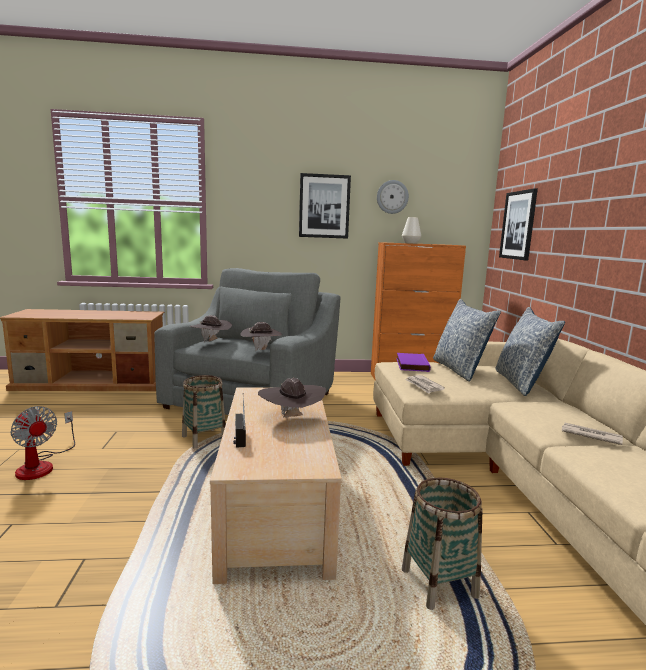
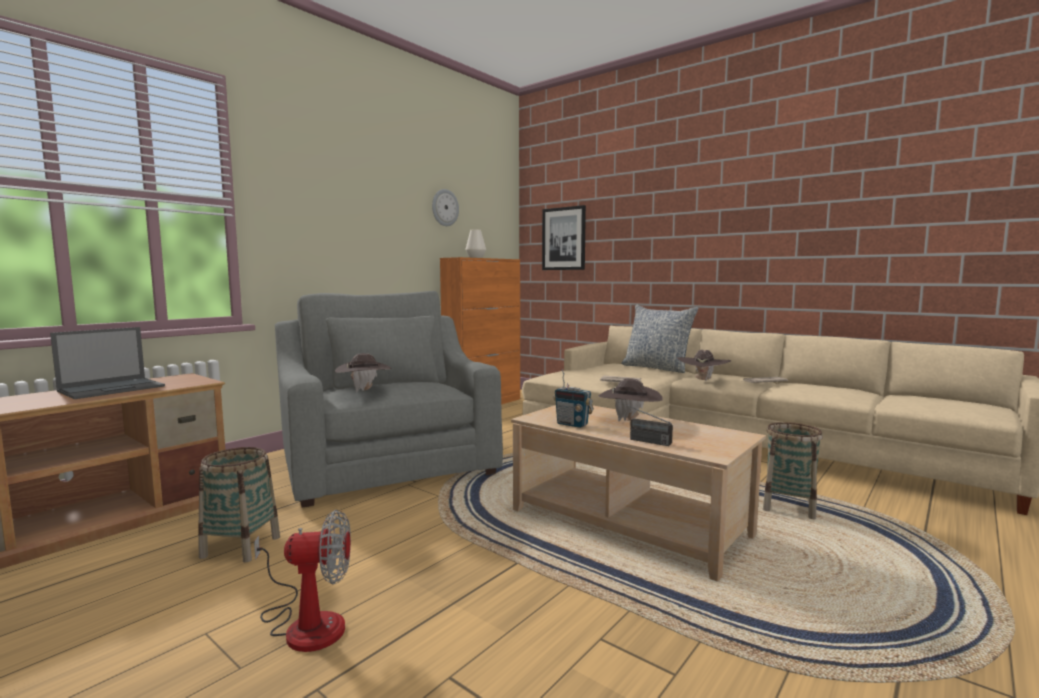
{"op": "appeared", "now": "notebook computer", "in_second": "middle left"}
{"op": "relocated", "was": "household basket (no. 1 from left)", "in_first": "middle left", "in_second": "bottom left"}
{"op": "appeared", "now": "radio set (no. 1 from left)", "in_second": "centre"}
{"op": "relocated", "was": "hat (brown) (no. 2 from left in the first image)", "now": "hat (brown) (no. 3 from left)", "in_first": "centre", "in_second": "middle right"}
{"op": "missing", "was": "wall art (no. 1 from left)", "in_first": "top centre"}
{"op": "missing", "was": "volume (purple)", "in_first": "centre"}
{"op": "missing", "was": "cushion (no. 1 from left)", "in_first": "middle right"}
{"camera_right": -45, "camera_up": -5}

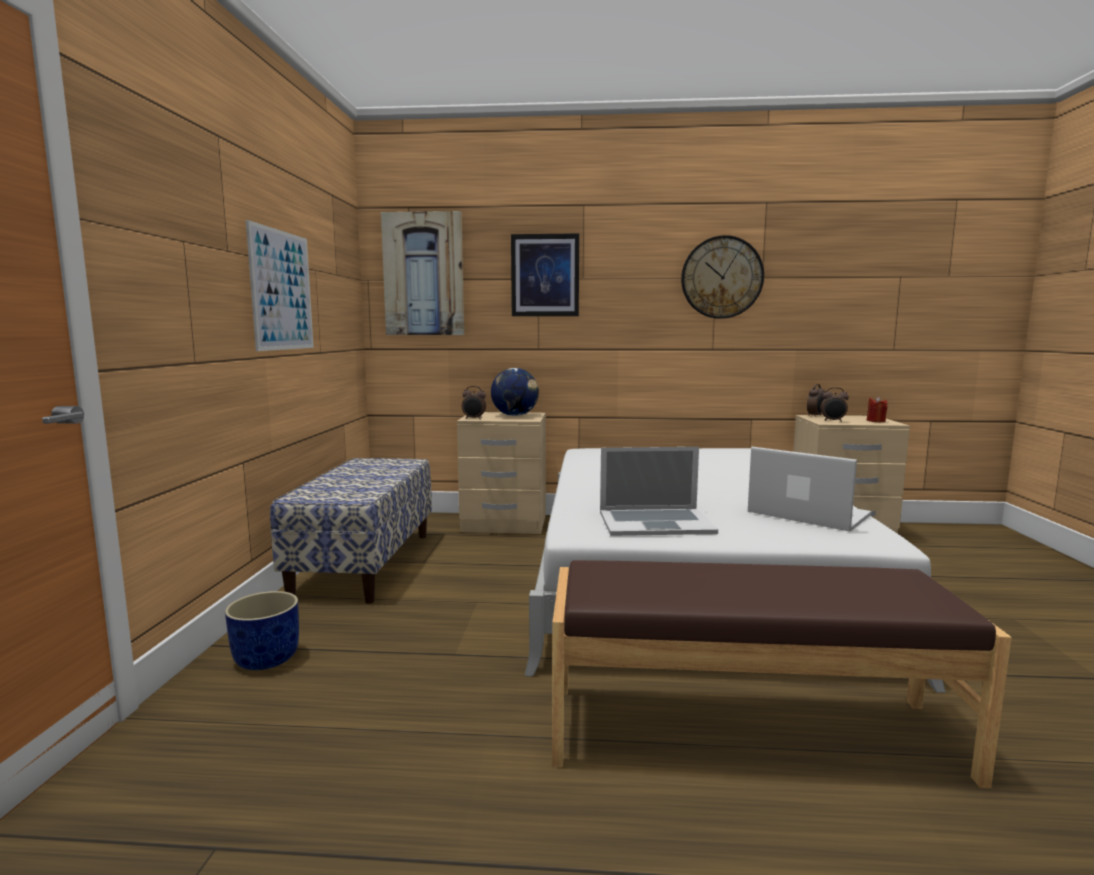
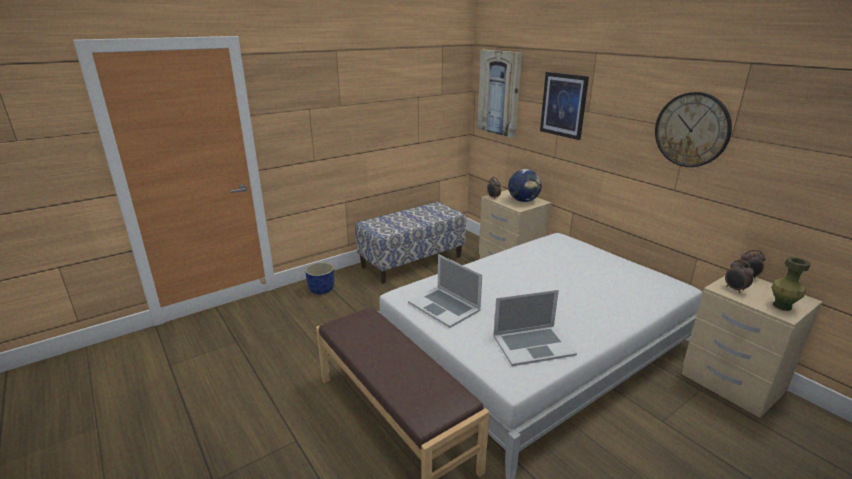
{"op": "spun", "was": "notebook computer (no. 2 from left)", "in_first": "middle right", "in_second": "bottom centre", "clockwise": 75}
{"op": "exchanged", "was": "candle (red)", "now": "vase (green-coloured)", "in_first": "middle right", "in_second": "middle right"}
{"op": "missing", "was": "wall art (no. 1 from left)", "in_first": "top left"}
{"camera_right": 50, "camera_up": 15}

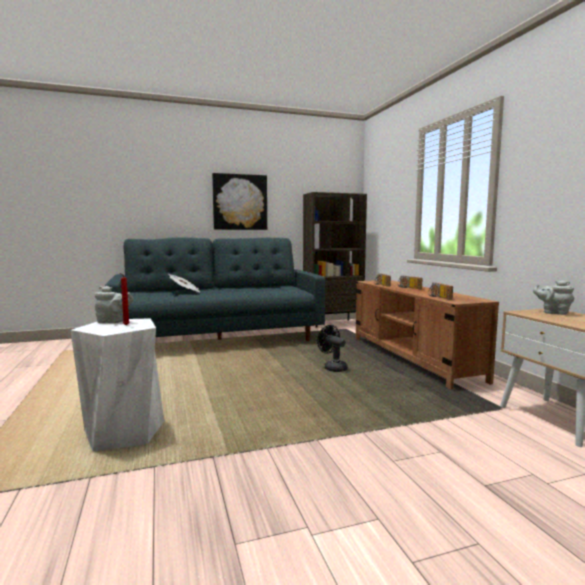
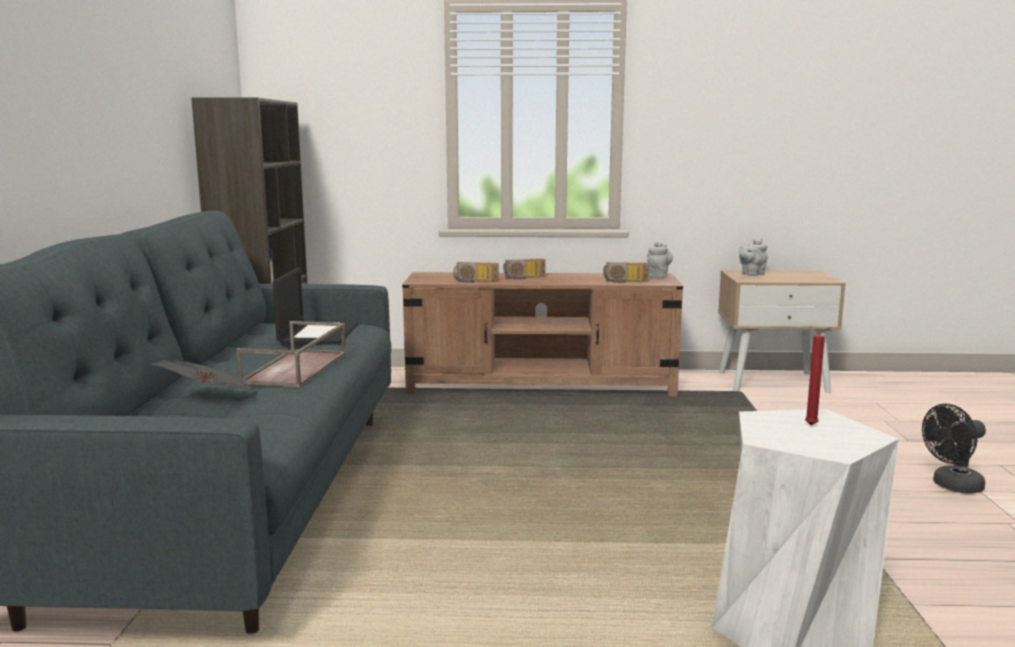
{"op": "appeared", "now": "serving tray (brown)", "in_second": "middle left"}
{"op": "appeared", "now": "notebook computer", "in_second": "middle left"}
{"op": "relocated", "was": "pot for tea (greyish) (no. 1 from left)", "in_first": "middle left", "in_second": "centre"}
{"op": "relocated", "was": "cooling fan (black)", "in_first": "centre", "in_second": "bottom right"}
{"op": "missing", "was": "wall art", "in_first": "centre"}
{"camera_right": -70, "camera_up": 5}

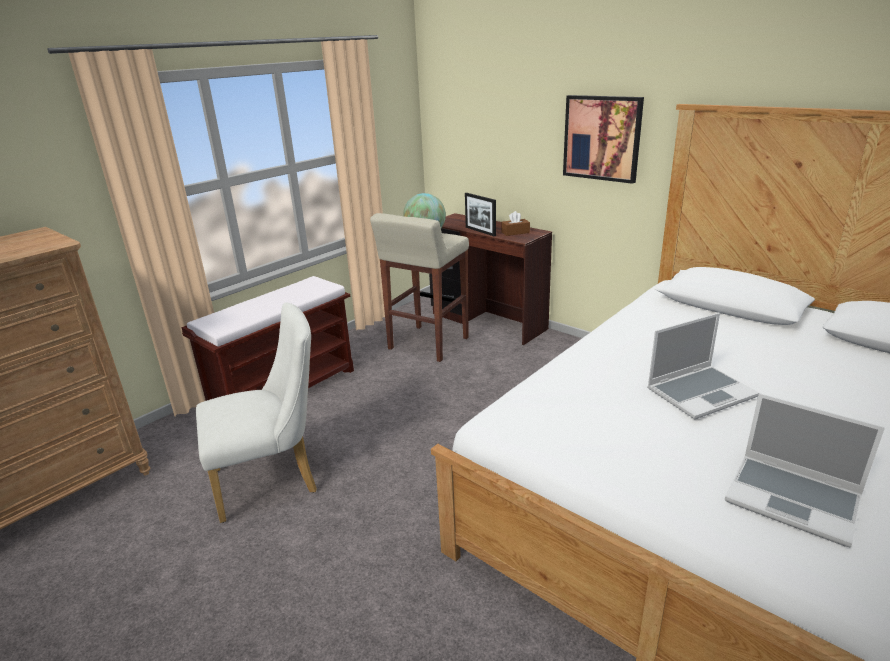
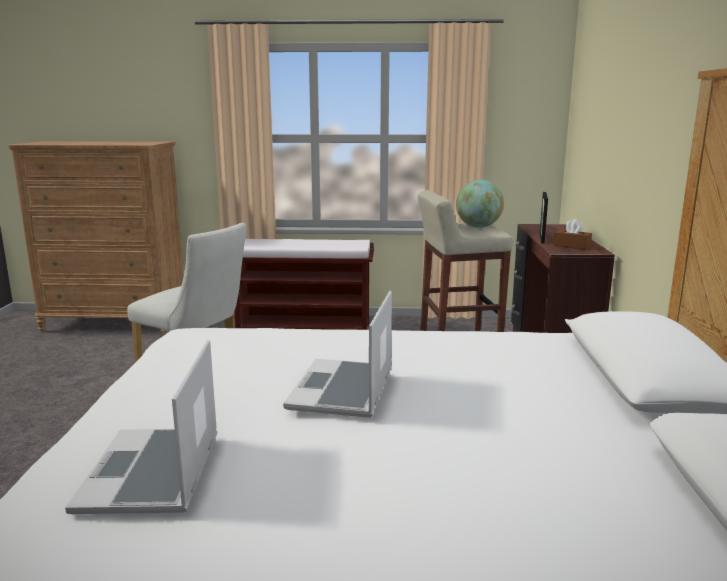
{"op": "spun", "was": "notebook computer (no. 1 from left in the first image)", "in_first": "middle right", "in_second": "centre", "clockwise": 75}
{"op": "missing", "was": "wall art", "in_first": "top right"}
{"camera_right": 50, "camera_up": -10}

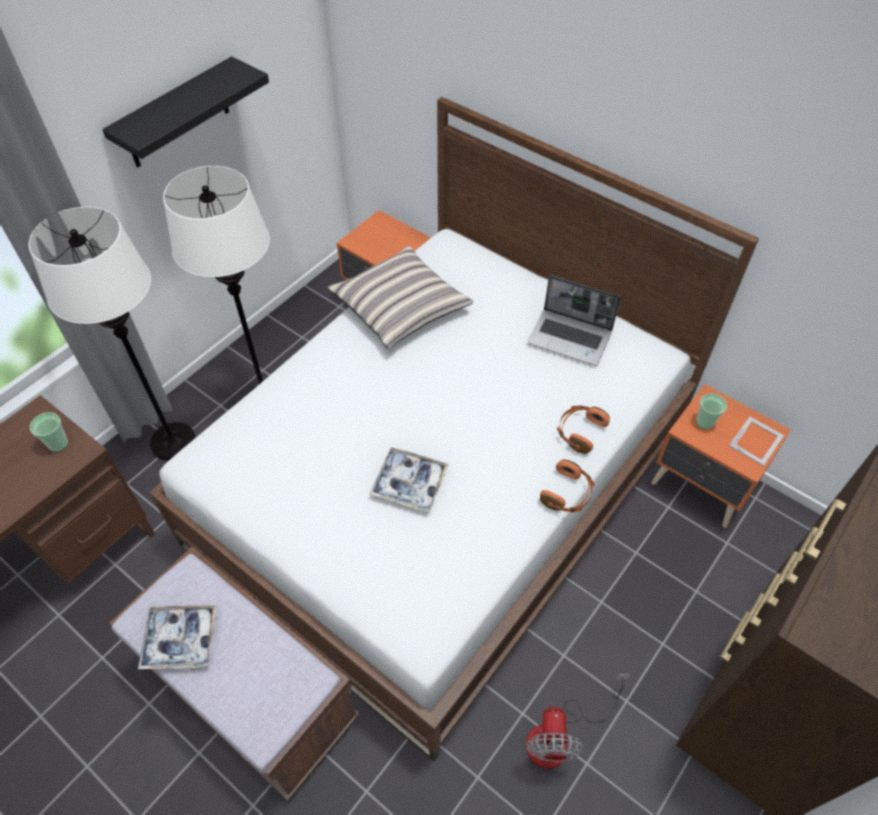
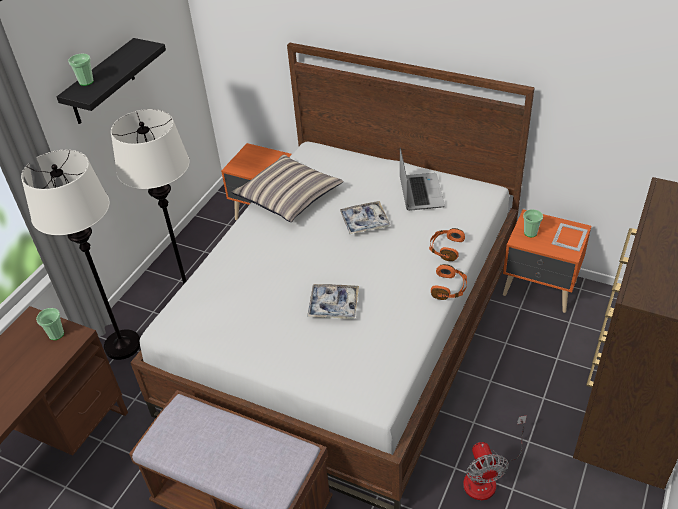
{"op": "appeared", "now": "cup (no. 2 from left)", "in_second": "top left"}
{"op": "relocated", "was": "serving tray (no. 1 from left in the first image)", "now": "serving tray (no. 2 from left)", "in_first": "bottom left", "in_second": "centre"}
{"op": "spun", "was": "notebook computer", "in_first": "centre", "in_second": "centre", "clockwise": -105}
{"camera_right": -10, "camera_up": -10}

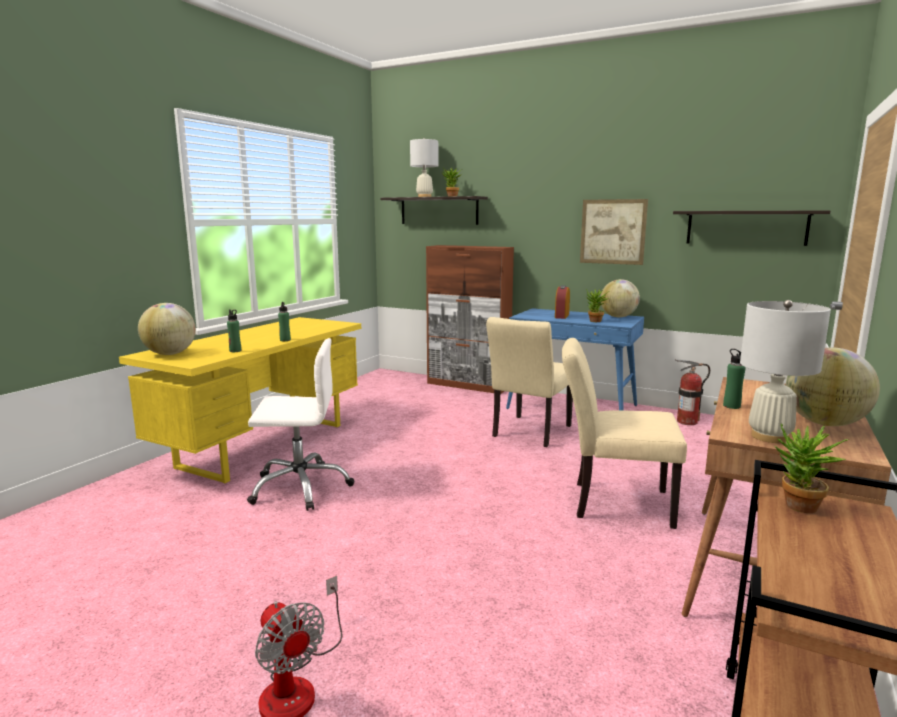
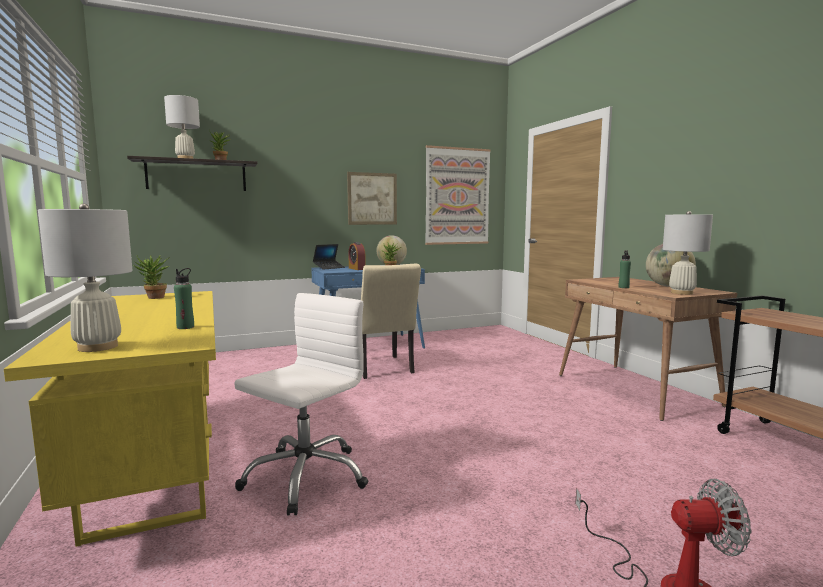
{"op": "exchanged", "was": "world globe (no. 1 from left)", "now": "table lamp (white) (no. 1 from left)", "in_first": "middle left", "in_second": "middle left"}
{"op": "relocated", "was": "potted plant (no. 3 from left in the first image)", "now": "potted plant (no. 1 from left)", "in_first": "middle right", "in_second": "middle left"}
{"op": "appeared", "now": "notebook computer", "in_second": "centre"}
{"op": "exchanged", "was": "wall shelf (no. 2 from left)", "now": "wall art (no. 2 from left)", "in_first": "top right", "in_second": "top centre"}
{"op": "missing", "was": "beverage bottle (green-coloured) (no. 2 from left)", "in_first": "middle left"}
{"op": "missing", "was": "cabinet (brown)", "in_first": "centre"}
{"op": "missing", "was": "plain chair (sand-coloured) (no. 2 from left)", "in_first": "middle right"}
{"op": "missing", "was": "fire extinguisher", "in_first": "middle right"}
{"camera_right": -50, "camera_up": -5}

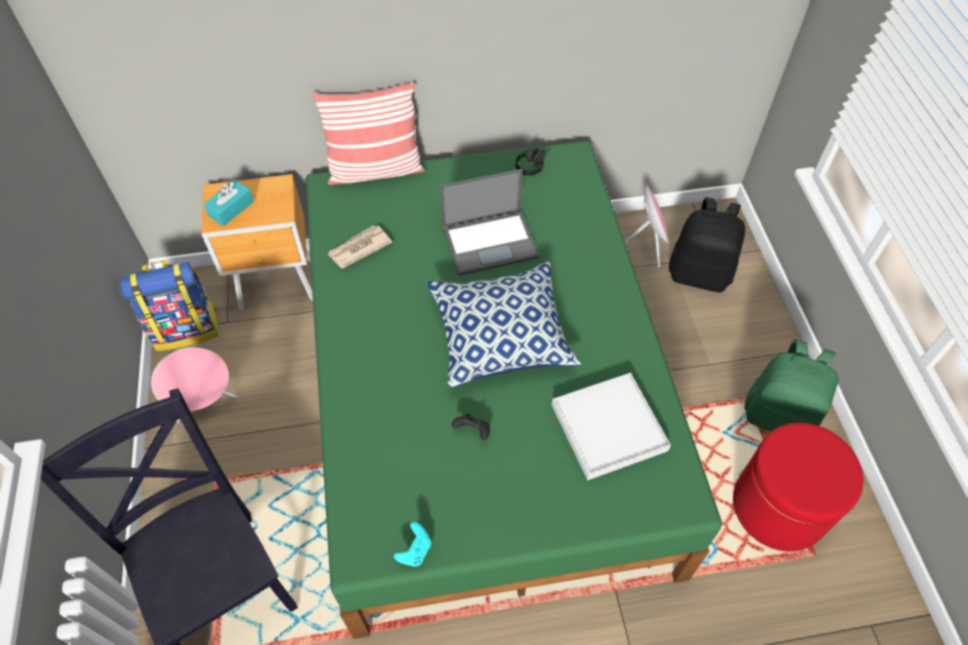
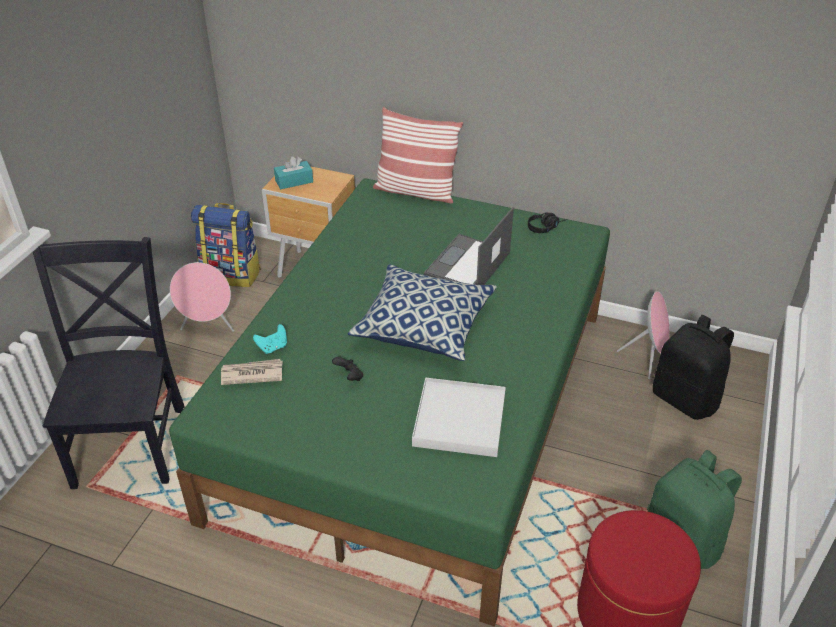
{"op": "relocated", "was": "newspaper", "in_first": "centre", "in_second": "middle left"}
{"op": "relocated", "was": "gamepad (turquoise)", "in_first": "bottom centre", "in_second": "middle left"}
{"op": "spun", "was": "notebook computer", "in_first": "centre", "in_second": "centre", "clockwise": 105}
{"camera_right": 30, "camera_up": -15}

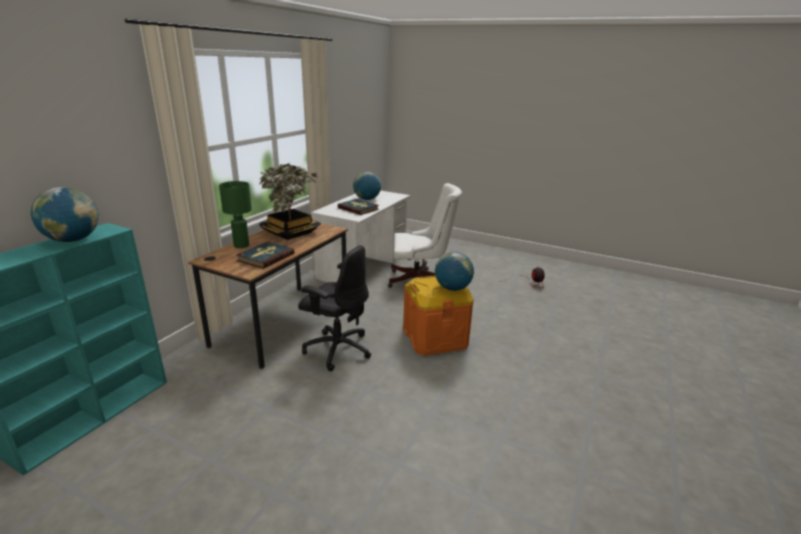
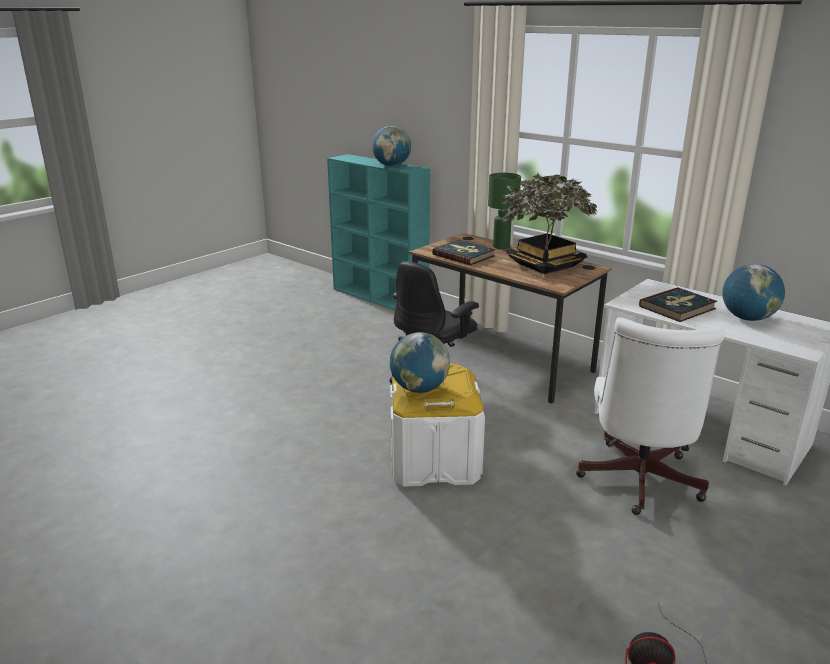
{"op": "colour", "was": "storage container (orange)", "now": "storage container (white)", "in_first": "centre", "in_second": "centre"}
{"camera_right": 105, "camera_up": 0}

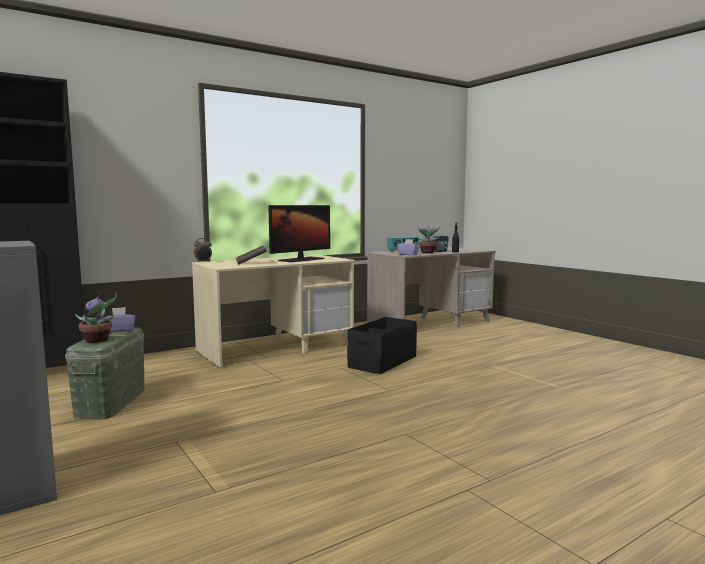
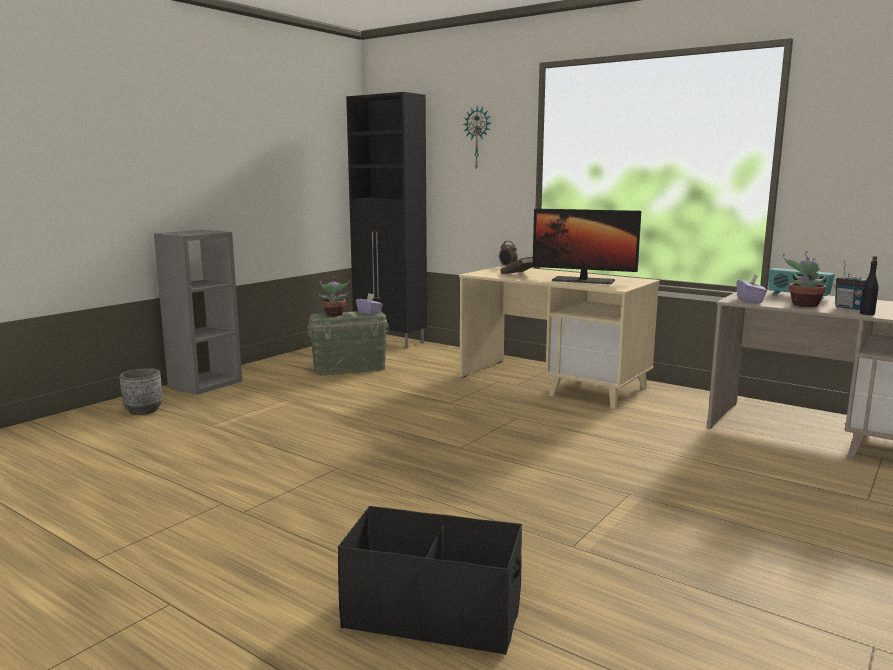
{"op": "appeared", "now": "flower pot (greyish)", "in_second": "middle left"}
{"op": "relocated", "was": "storage container (black)", "in_first": "centre", "in_second": "bottom centre"}
{"op": "appeared", "now": "clock on the wall", "in_second": "top centre"}
{"camera_right": 70, "camera_up": 5}

